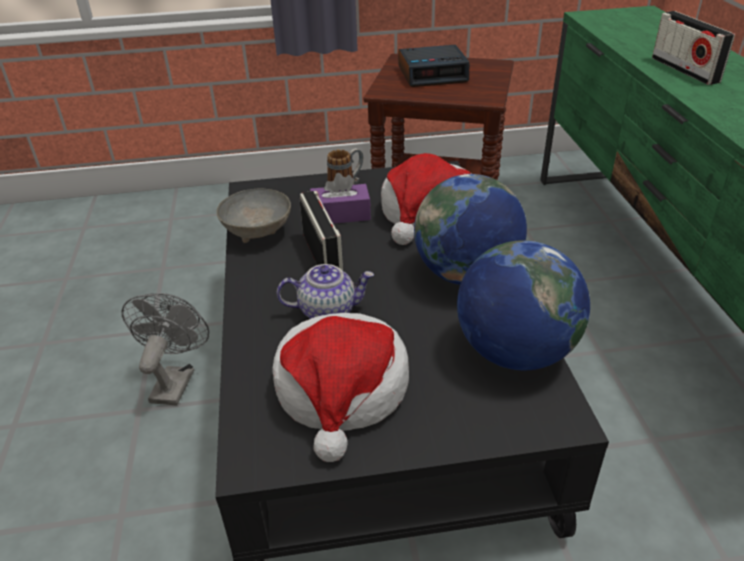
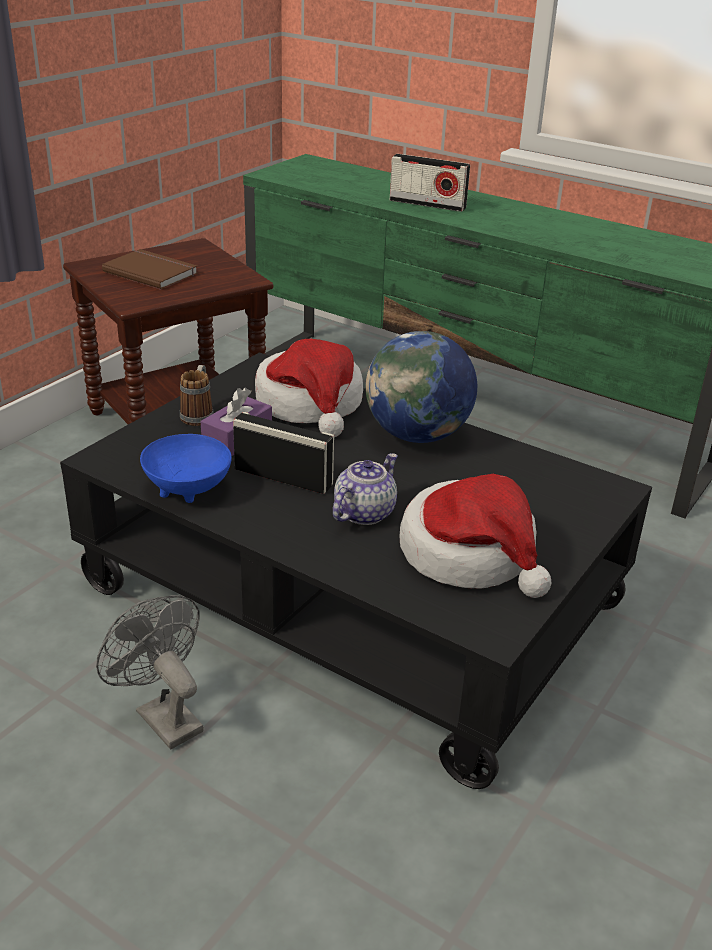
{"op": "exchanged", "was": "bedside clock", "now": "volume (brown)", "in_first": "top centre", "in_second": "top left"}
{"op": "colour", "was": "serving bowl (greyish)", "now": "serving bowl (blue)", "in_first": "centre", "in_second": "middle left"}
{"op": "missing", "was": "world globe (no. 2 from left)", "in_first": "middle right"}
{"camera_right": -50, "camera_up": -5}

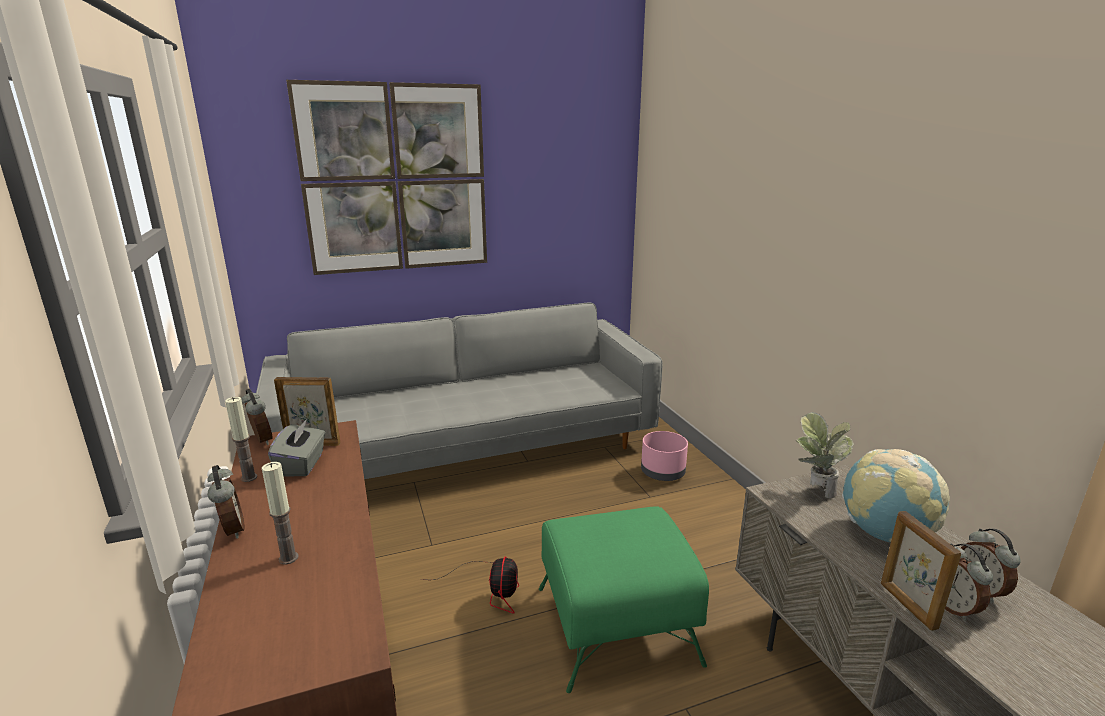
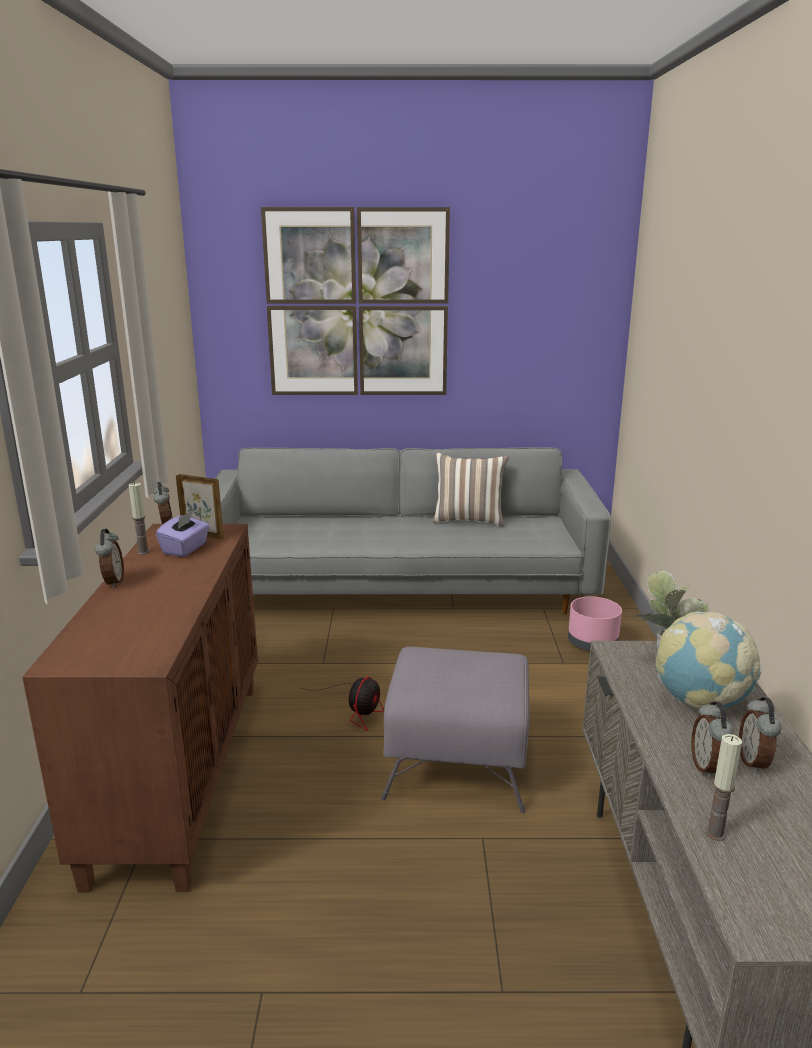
{"op": "colour", "was": "tissue box (greyish)", "now": "tissue box (purple)", "in_first": "middle left", "in_second": "middle left"}
{"op": "colour", "was": "ottoman (green-coloured)", "now": "ottoman (greyish)", "in_first": "bottom centre", "in_second": "bottom centre"}
{"op": "appeared", "now": "cushion", "in_second": "centre"}
{"op": "relocated", "was": "candle (no. 2 from left)", "in_first": "bottom left", "in_second": "bottom right"}
{"op": "missing", "was": "picture frame (no. 2 from left)", "in_first": "bottom right"}
{"camera_right": 20, "camera_up": 0}

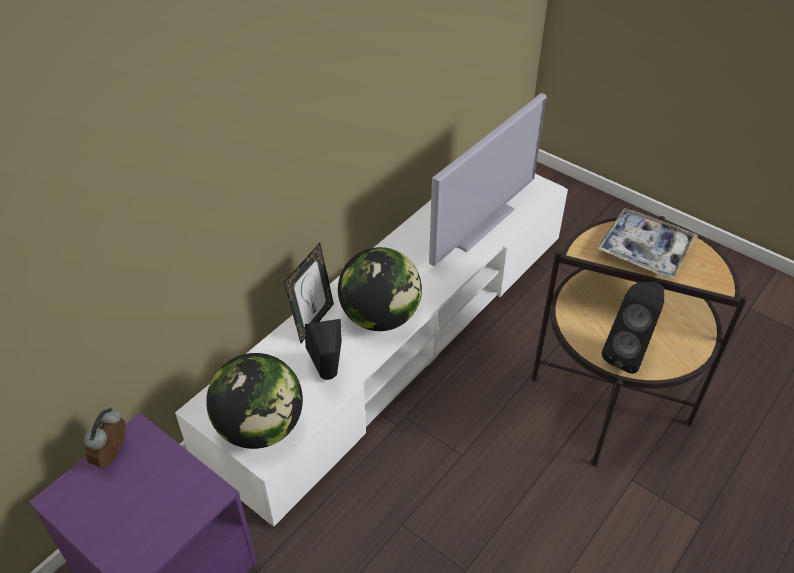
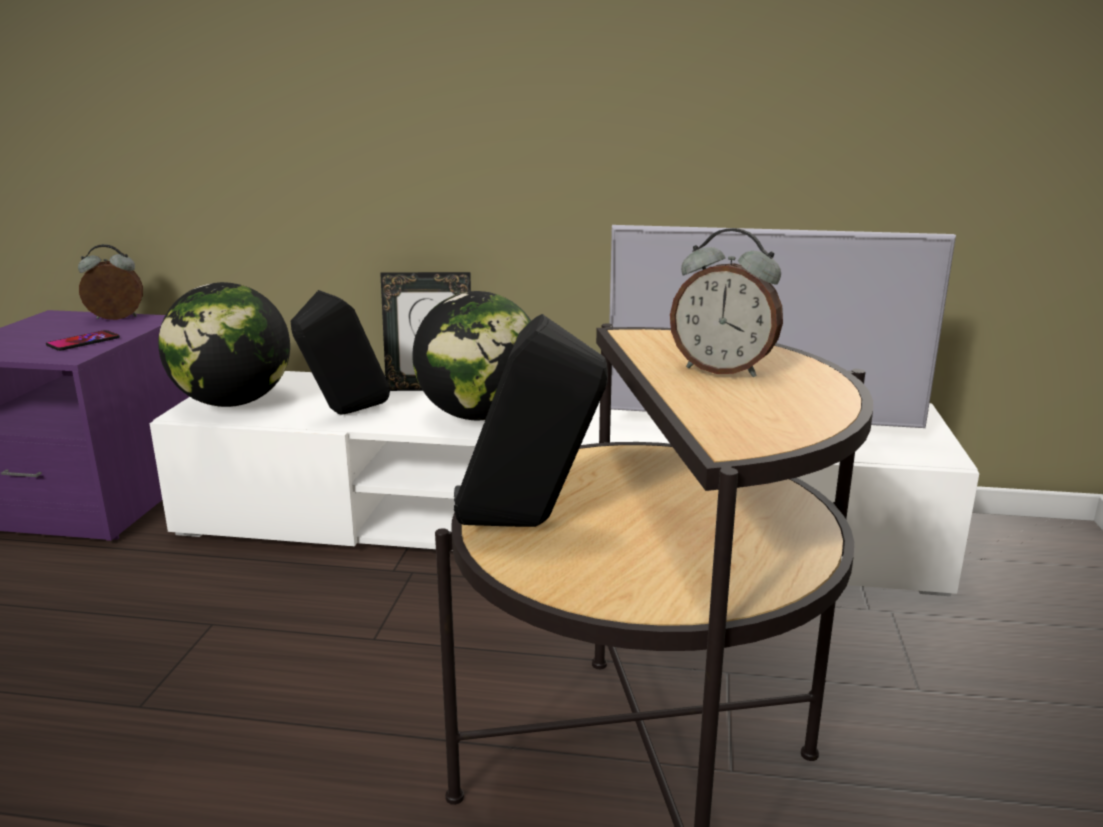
{"op": "appeared", "now": "telephone", "in_second": "middle left"}
{"op": "exchanged", "was": "serving tray", "now": "bedside clock (no. 2 from left)", "in_first": "middle right", "in_second": "centre"}
{"camera_right": 60, "camera_up": -25}

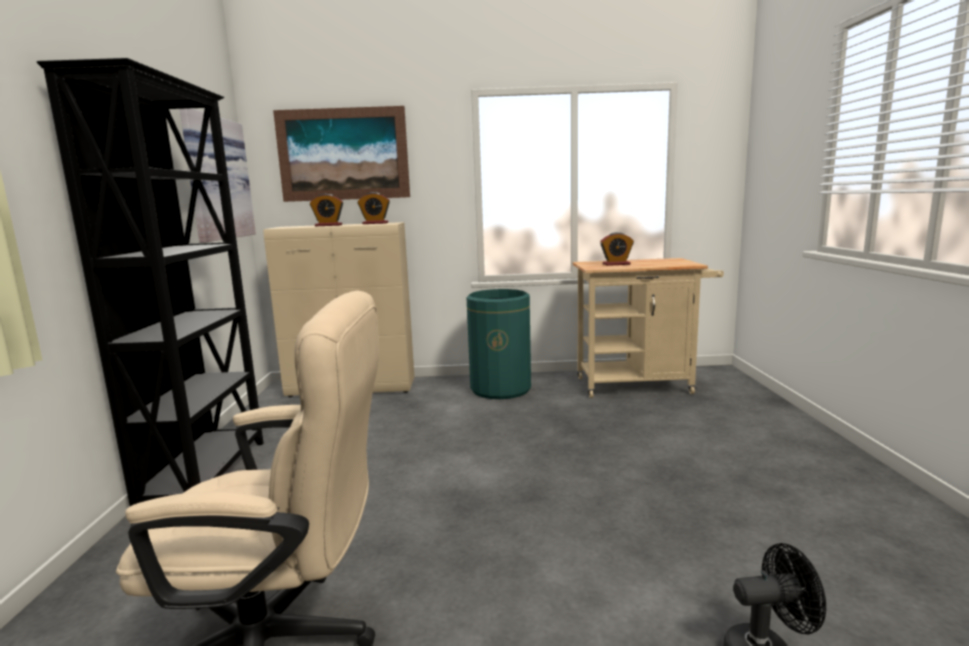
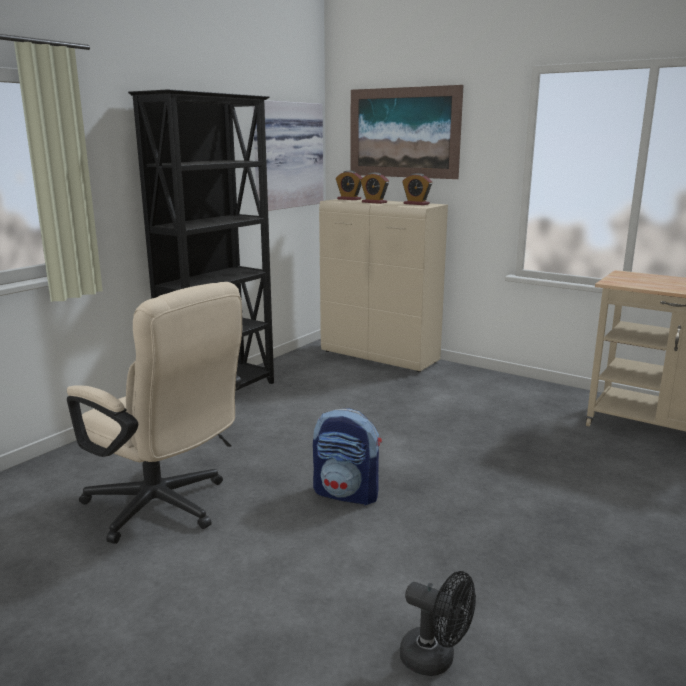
{"op": "appeared", "now": "backpack", "in_second": "centre"}
{"op": "relocated", "was": "bedside clock (no. 3 from left in the first image)", "now": "bedside clock (no. 1 from left)", "in_first": "centre", "in_second": "top centre"}
{"op": "missing", "was": "trash can (green-coloured)", "in_first": "centre"}
{"camera_right": 35, "camera_up": 5}

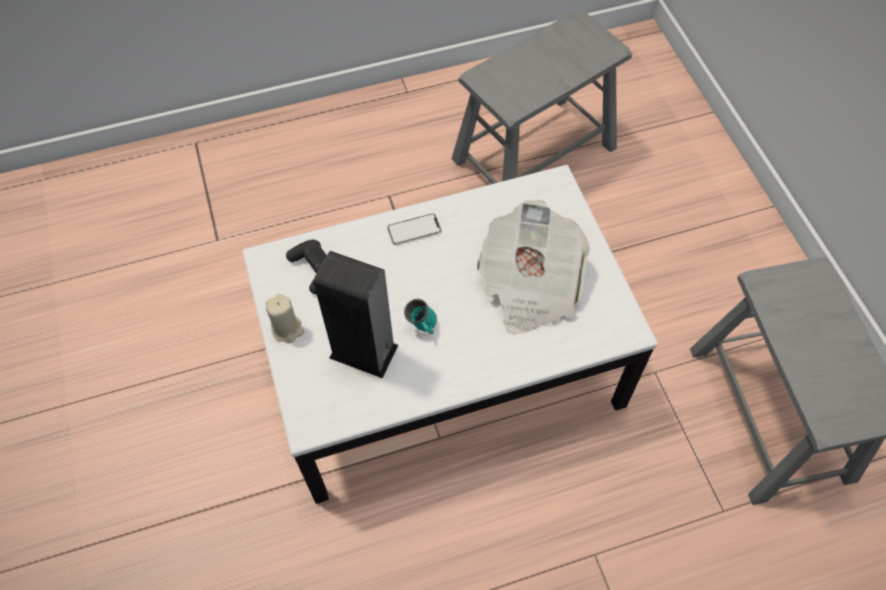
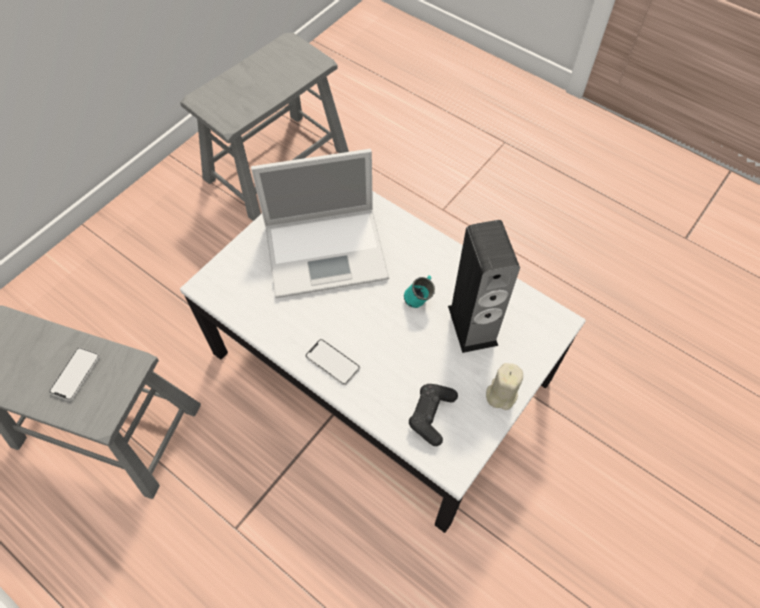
{"op": "appeared", "now": "telephone (no. 1 from left)", "in_second": "middle left"}
{"op": "exchanged", "was": "newspaper", "now": "notebook computer", "in_first": "centre", "in_second": "centre"}
{"camera_right": -125, "camera_up": 0}

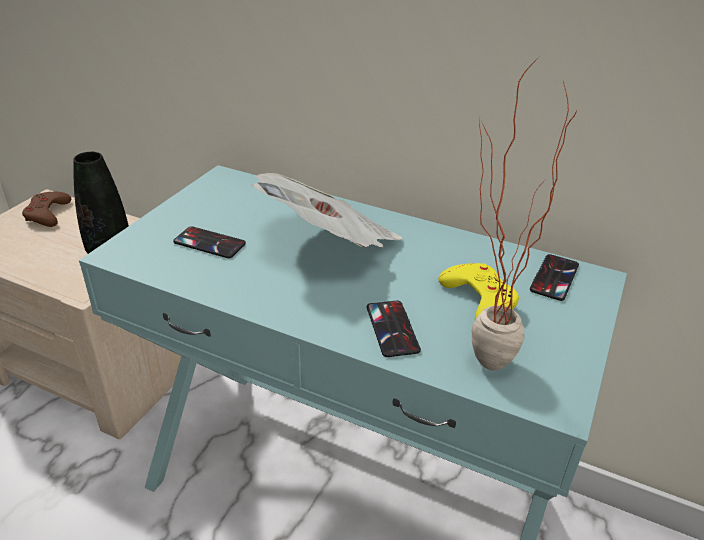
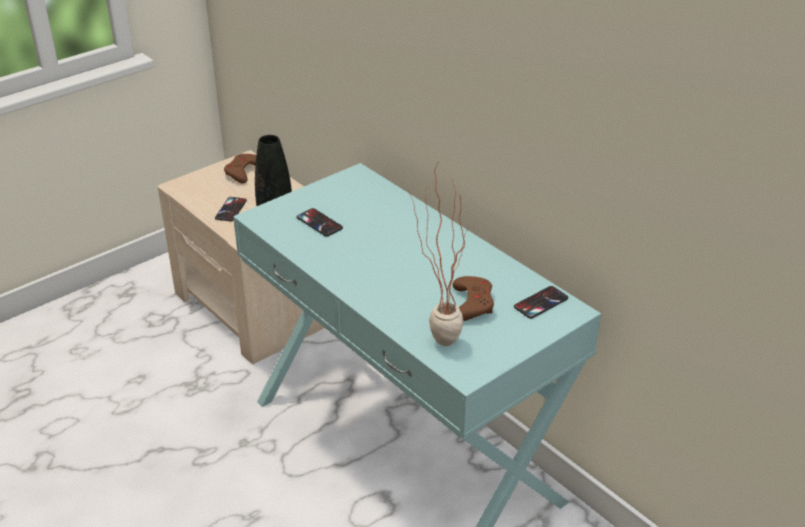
{"op": "relocated", "was": "telephone (no. 2 from left in the first image)", "now": "telephone (no. 1 from left)", "in_first": "centre", "in_second": "middle left"}
{"op": "colour", "was": "gamepad (yellow)", "now": "gamepad (brown) (no. 2 from left)", "in_first": "middle right", "in_second": "centre"}
{"op": "missing", "was": "newspaper", "in_first": "centre"}
{"camera_right": 25, "camera_up": 0}

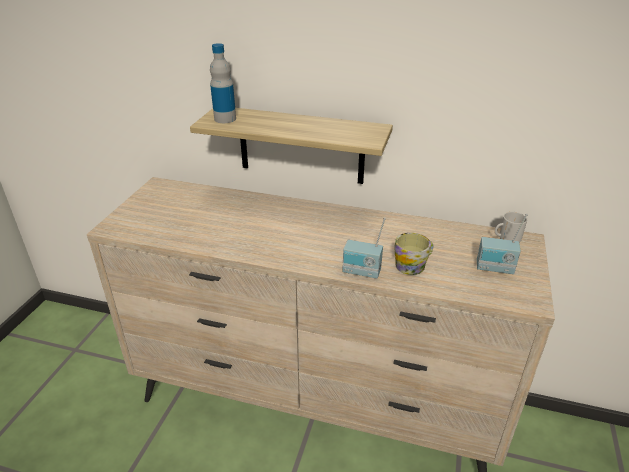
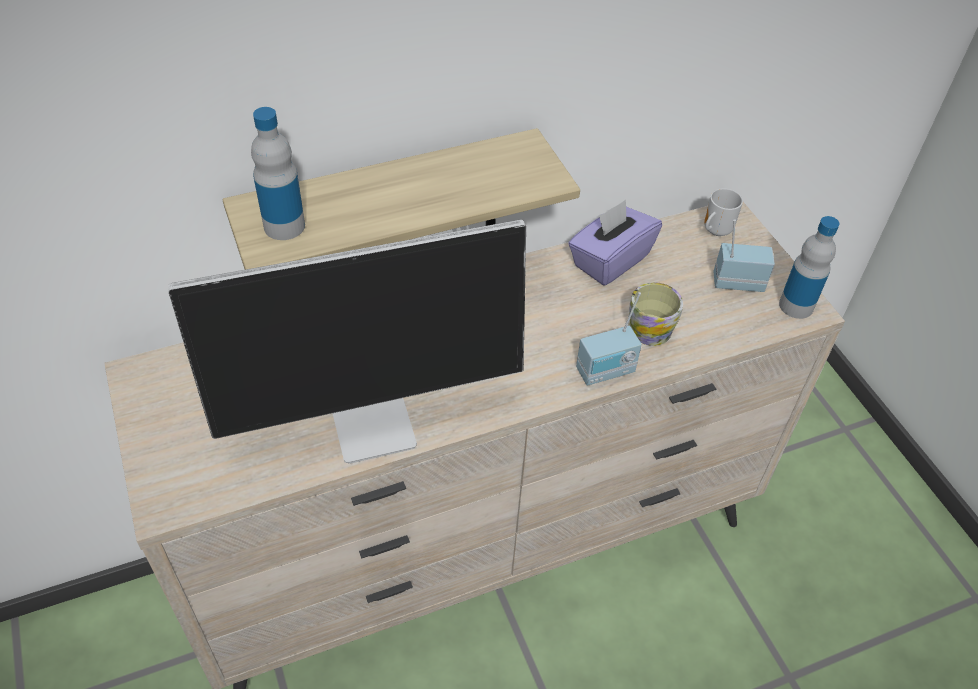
{"op": "appeared", "now": "monitor", "in_second": "centre"}
{"op": "appeared", "now": "tissue box (purple)", "in_second": "centre"}
{"op": "spun", "was": "radio set (no. 2 from left)", "in_first": "middle right", "in_second": "middle right", "clockwise": -150}
{"op": "appeared", "now": "beverage bottle (no. 2 from left)", "in_second": "middle right"}
{"camera_right": -40, "camera_up": 15}

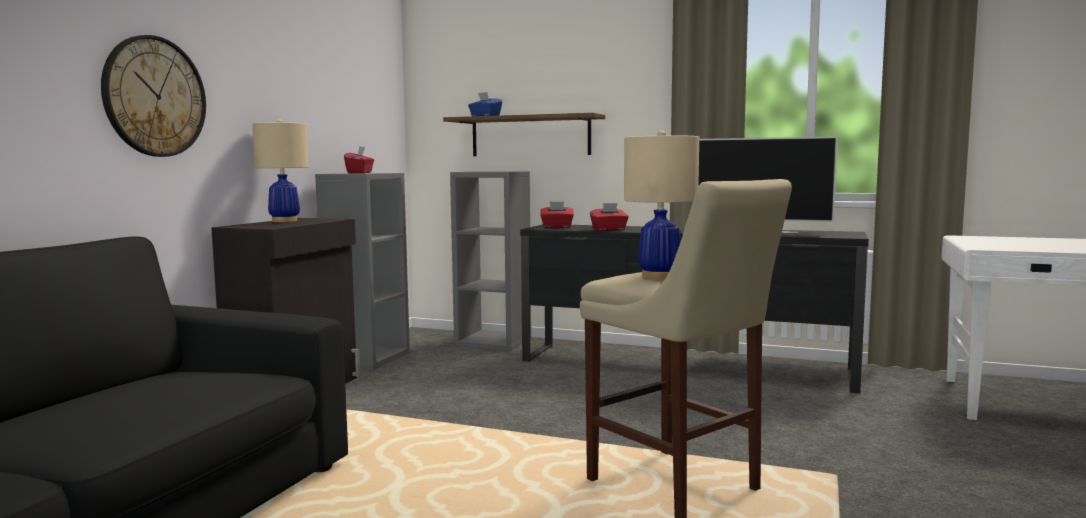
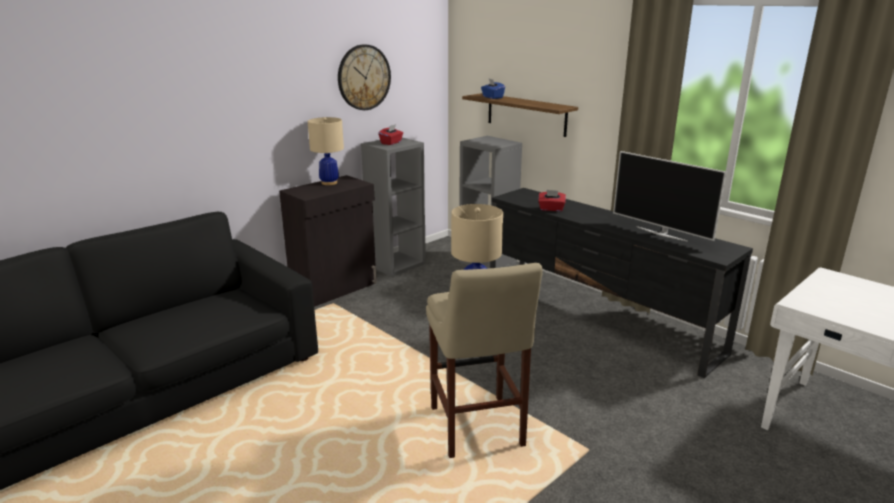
{"op": "relocated", "was": "clock on the wall", "in_first": "top left", "in_second": "top centre"}
{"op": "missing", "was": "tissue box (red) (no. 2 from left)", "in_first": "centre"}
{"camera_right": 25, "camera_up": 15}

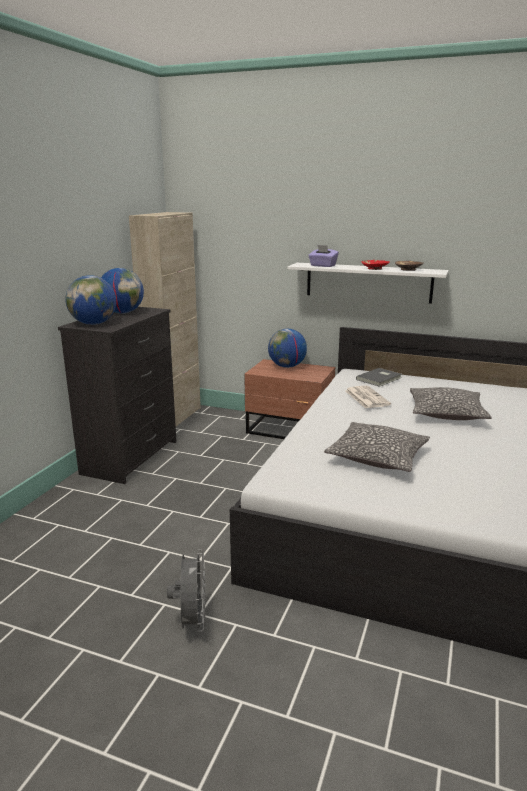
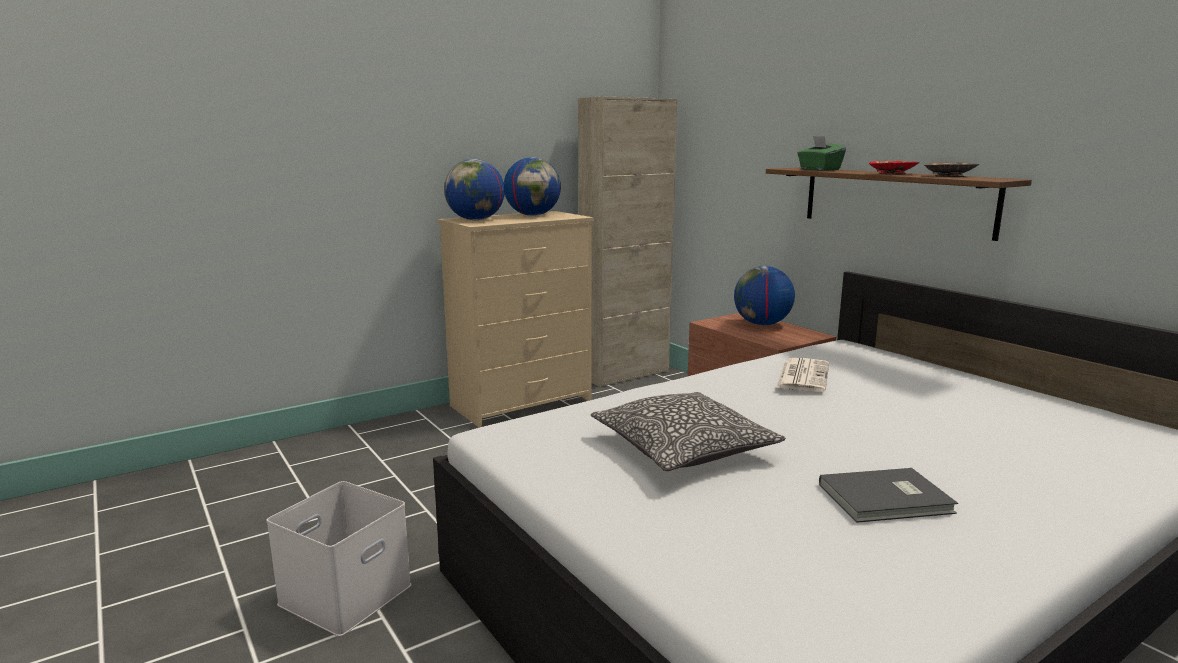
{"op": "exchanged", "was": "cooling fan (greyish)", "now": "storage container (white)", "in_first": "bottom centre", "in_second": "bottom left"}
{"op": "colour", "was": "chest of drawers (black)", "now": "chest of drawers (sand-coloured)", "in_first": "middle left", "in_second": "centre"}
{"op": "colour", "was": "wall shelf (white)", "now": "wall shelf (brown)", "in_first": "middle right", "in_second": "top right"}
{"op": "colour", "was": "tissue box (purple)", "now": "tissue box (green-coloured)", "in_first": "top centre", "in_second": "top right"}
{"op": "relocated", "was": "volume (greyish)", "in_first": "middle right", "in_second": "bottom right"}
{"op": "missing", "was": "cushion (no. 2 from left)", "in_first": "middle right"}
{"camera_right": 35, "camera_up": -5}

